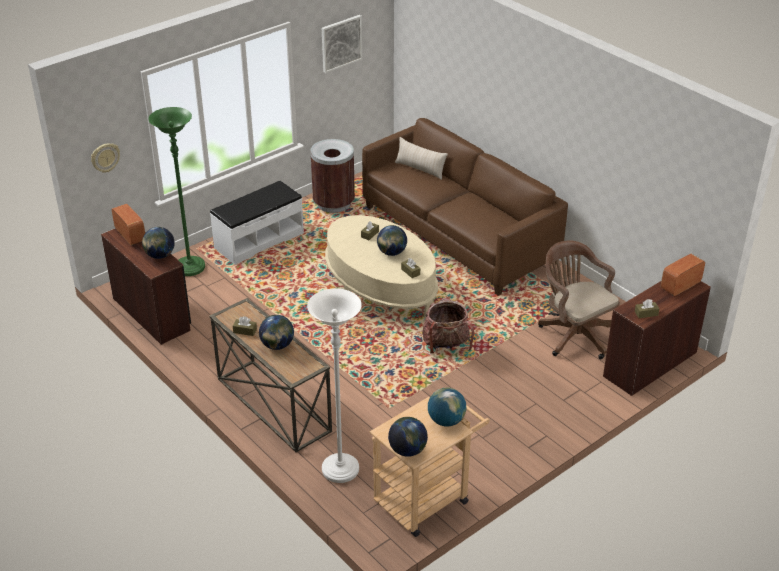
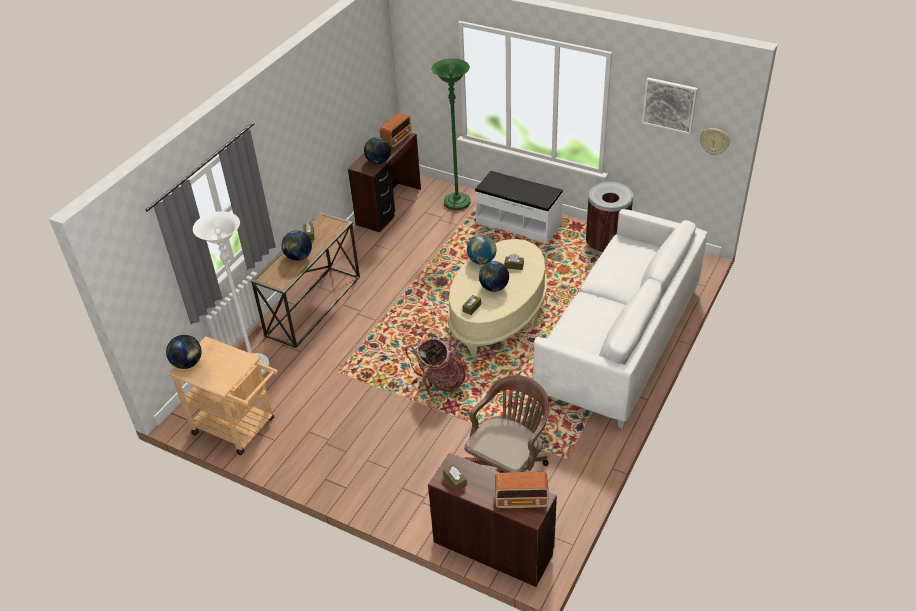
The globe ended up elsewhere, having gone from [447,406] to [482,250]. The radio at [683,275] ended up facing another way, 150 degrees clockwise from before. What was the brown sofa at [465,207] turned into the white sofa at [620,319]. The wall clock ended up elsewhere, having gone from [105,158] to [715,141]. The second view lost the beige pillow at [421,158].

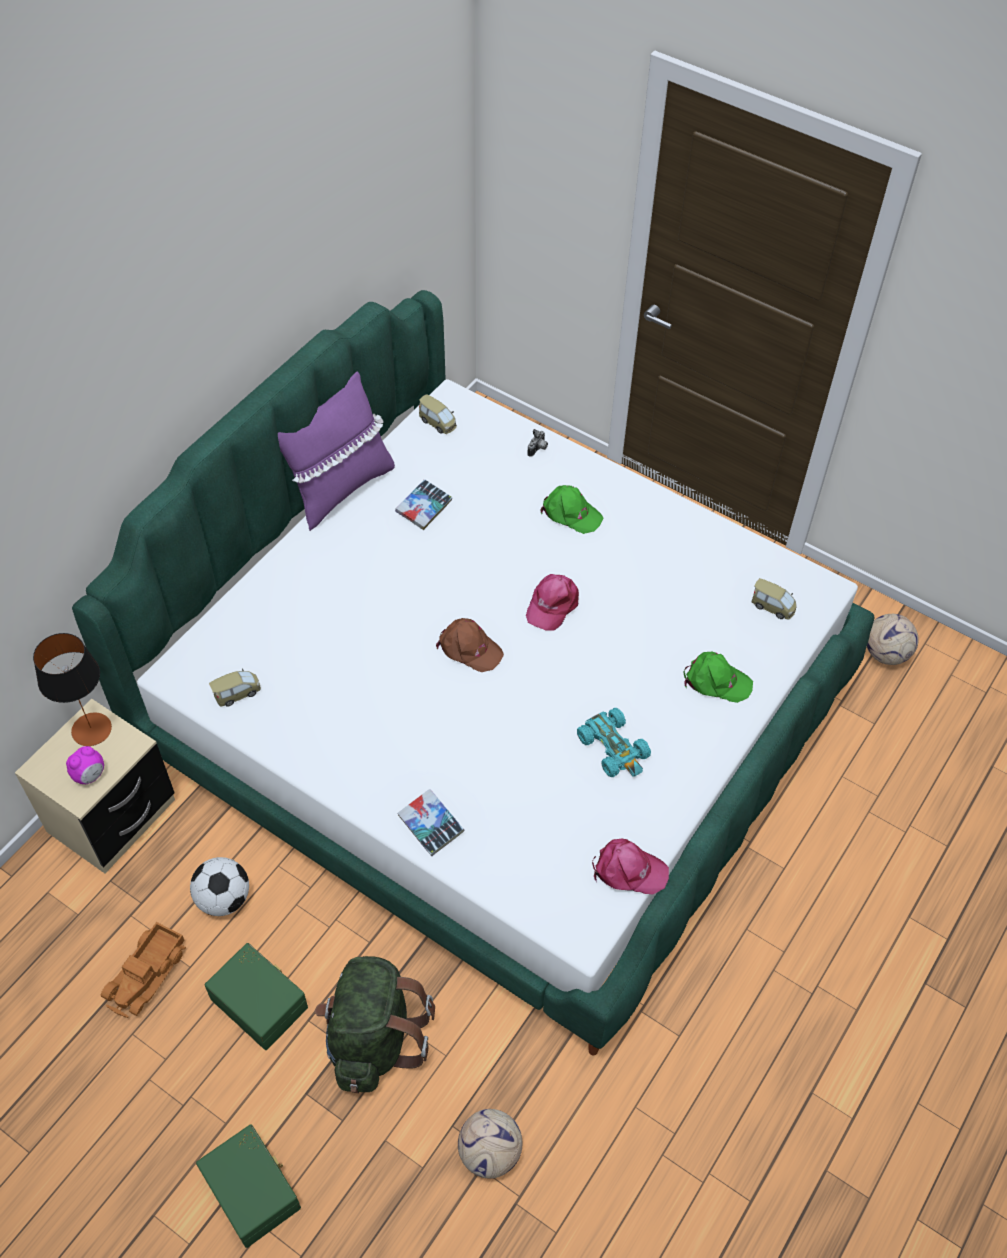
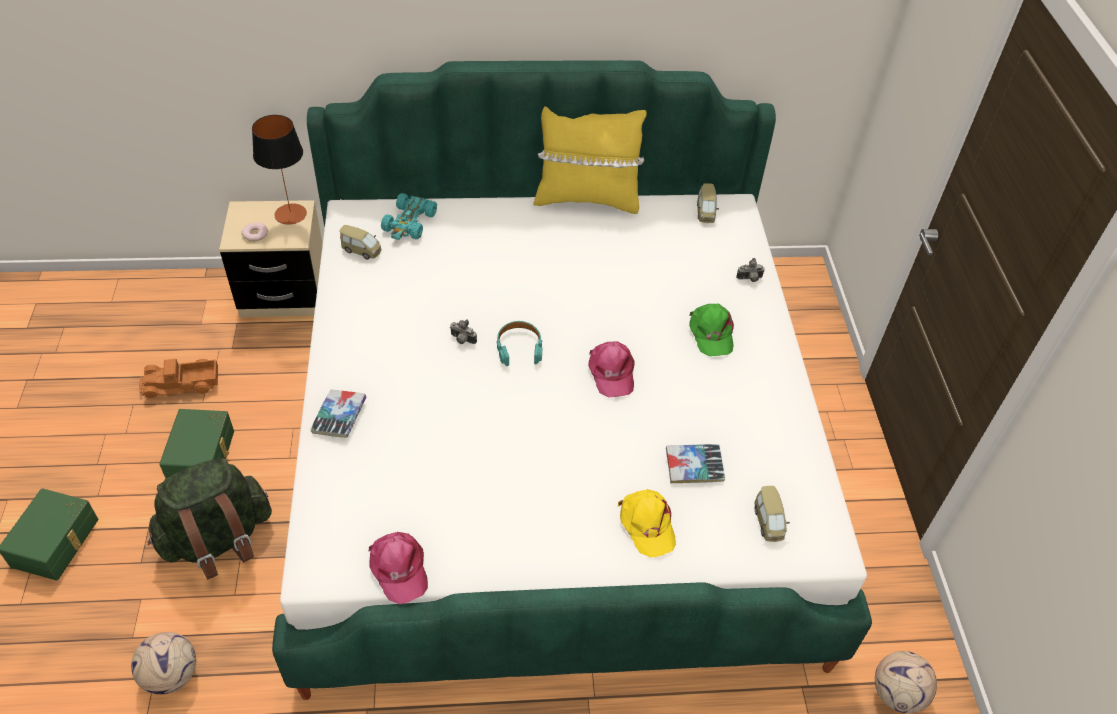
Where the alarm clock stood at [85,765], the donut came to stand at [254,231]. The turquoise toy car ended up elsewhere, having gone from [614,742] to [409,216]. The second view gained the photo camera at [463,331]. Where the brown cap stood at [470,645], the turquoise headphones came to stand at [519,343]. What was the purple pillow at [336,451] turned into the yellow pillow at [590,160]. The pink cap at [552,602] ended up facing another way, 90 degrees counterclockwise from before. What was the green cap at [718,677] turned into the yellow cap at [646,523]. The book ended up elsewhere, having gone from [423,504] to [695,464]. The second view lost the football at [219,886].

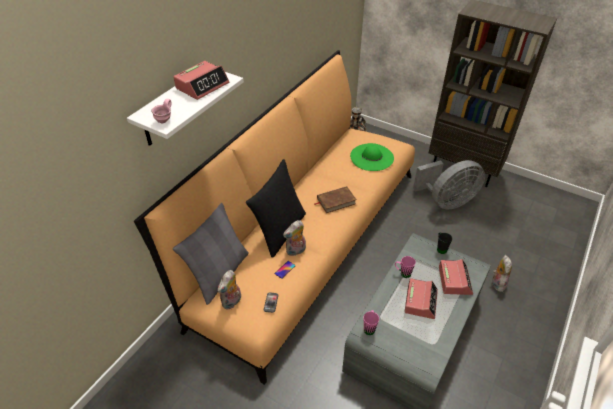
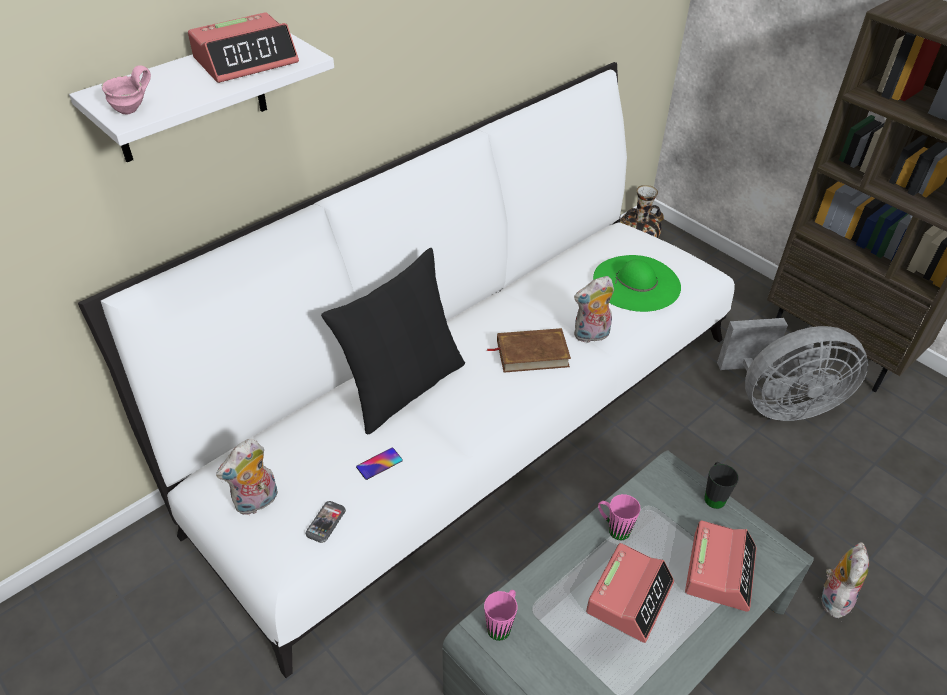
What was the orange sofa at [274,217] turned into the white sofa at [406,370]. The plush toy ended up elsewhere, having gone from [294,238] to [594,309]. The second view lost the grey pillow at [211,254].

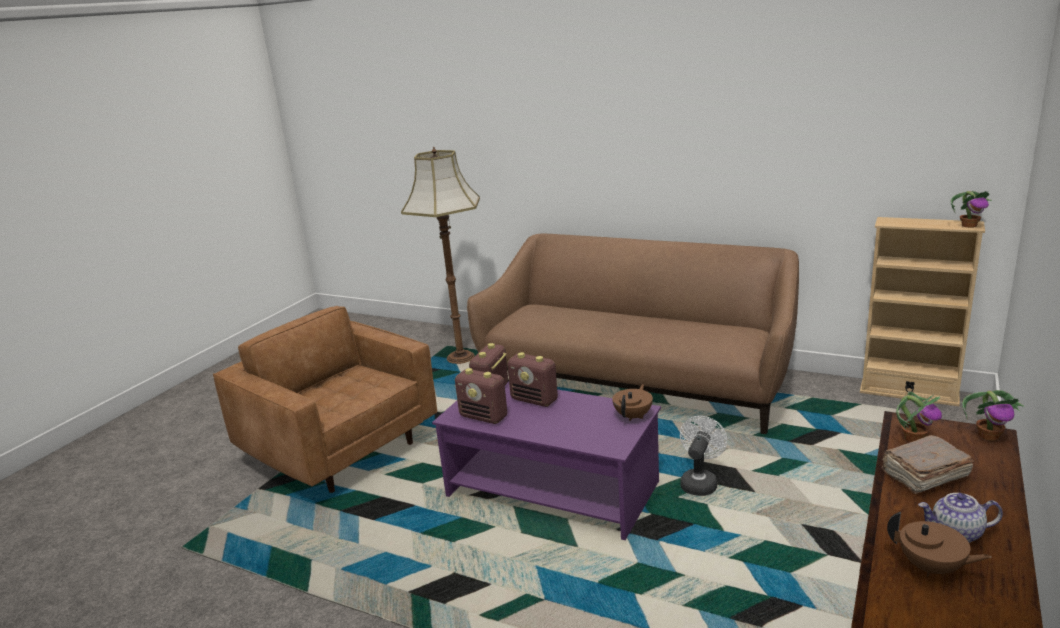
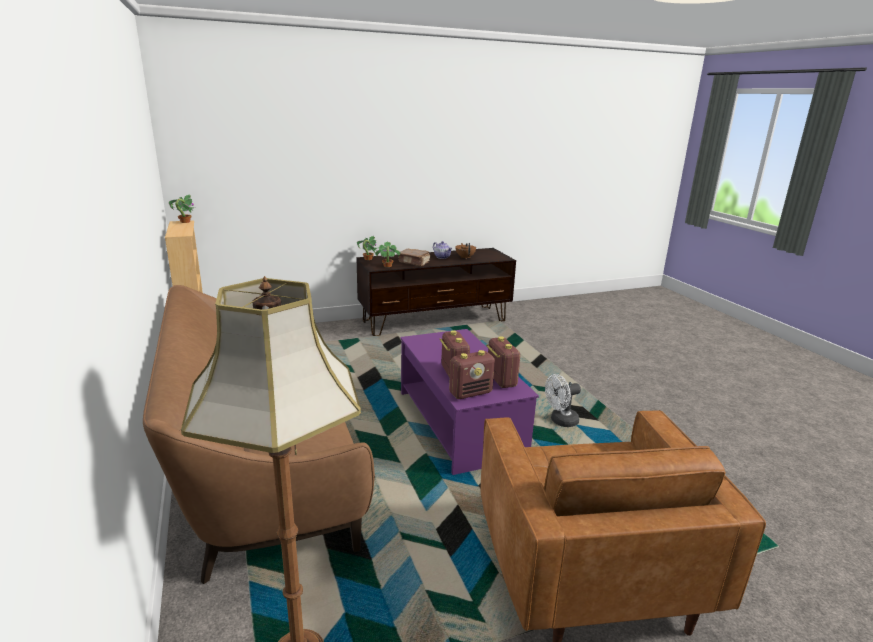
The white fan ended up elsewhere, having gone from [703,456] to [563,400]. The second view lost the brown teapot at [632,402].

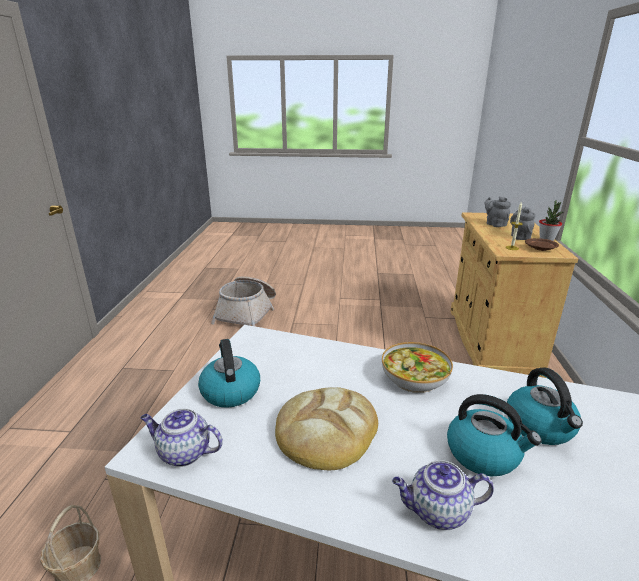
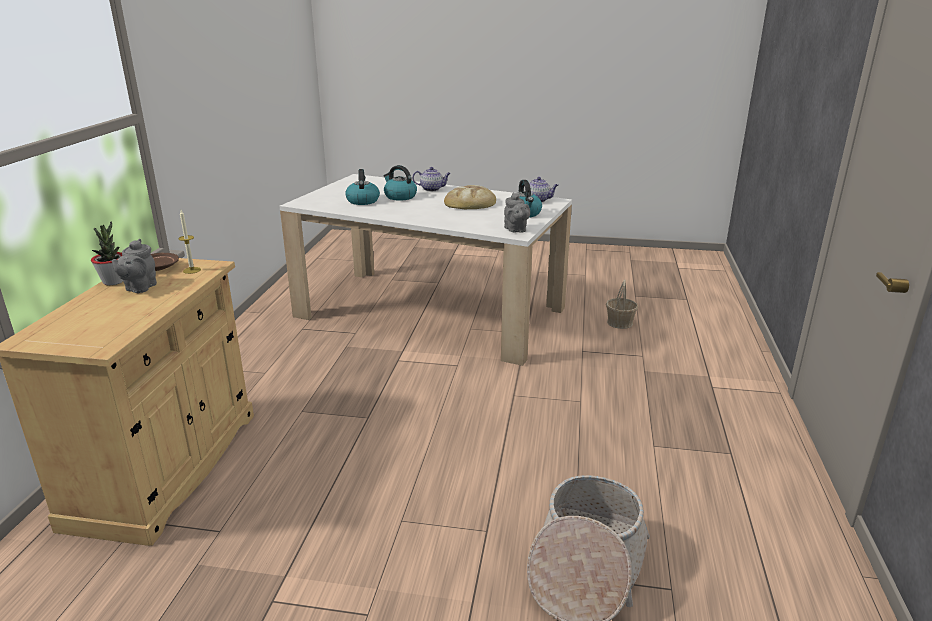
The grey teapot ended up elsewhere, having gone from [498,211] to [517,212]. The second view lost the bowl at [417,367].

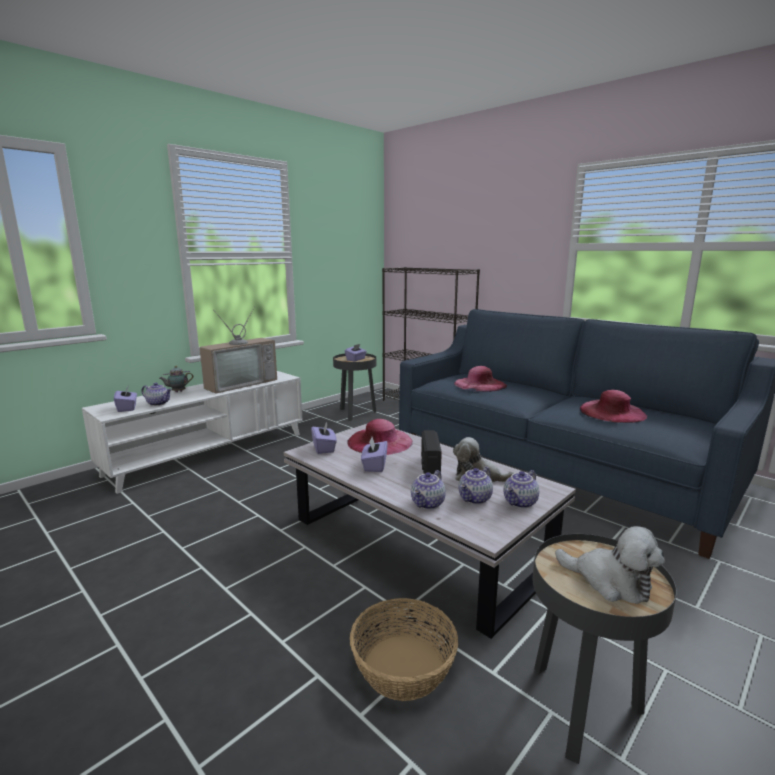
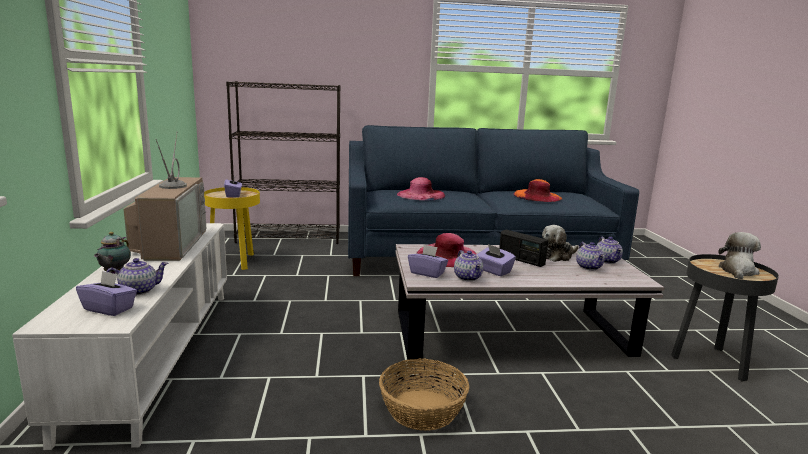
What was the black side table at [354,387] turned into the yellow side table at [232,228]. The basket ended up elsewhere, having gone from [404,649] to [424,395]. The teapot ended up elsewhere, having gone from [428,490] to [468,265]. What was the pink hat at [613,406] turned into the orange hat at [537,190]. The plush toy at [610,565] ended up facing another way, 45 degrees counterclockwise from before.

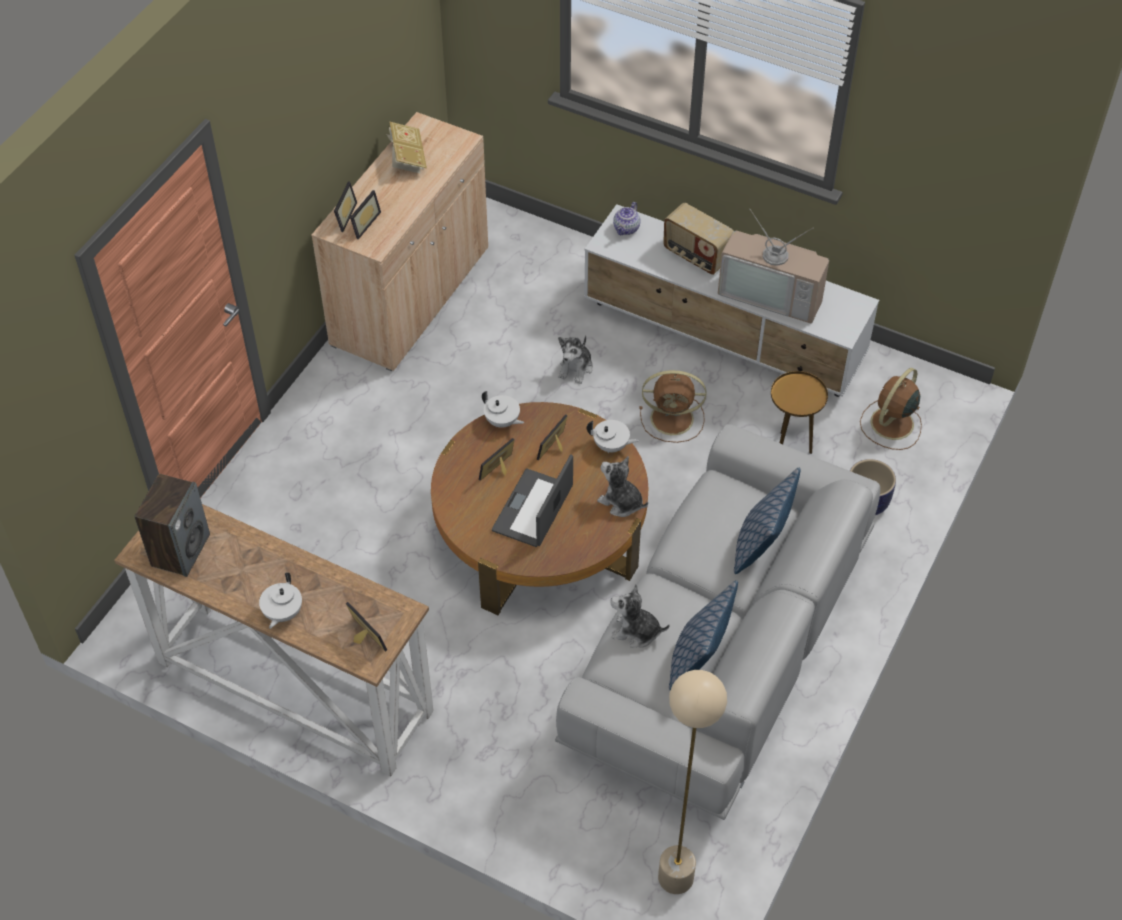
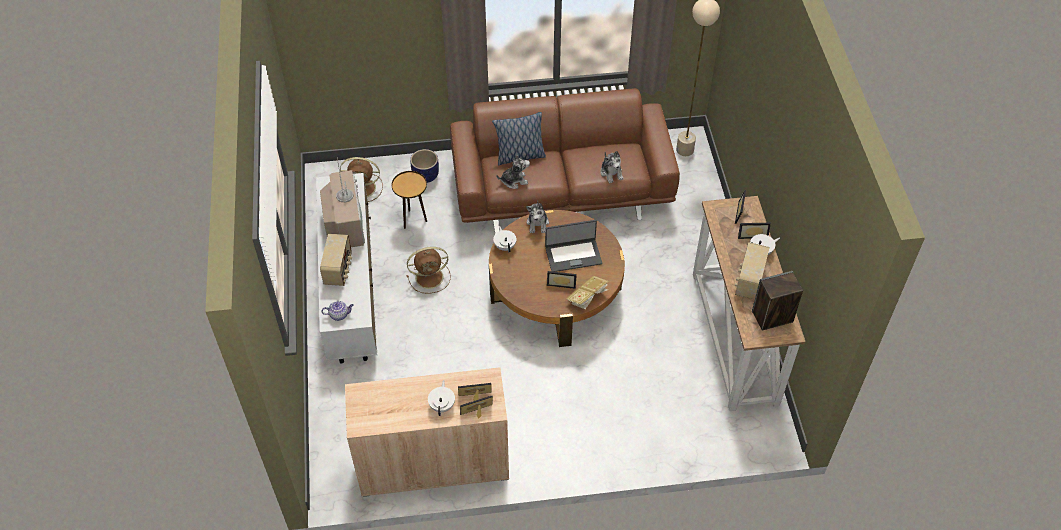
The brown fan at [673,406] ended up facing another way, 105 degrees clockwise from before. The white teapot ended up elsewhere, having gone from [503,409] to [441,398]. What was the grey sofa at [717,622] turned into the brown sofa at [565,161]. The plush toy ended up elsewhere, having gone from [575,359] to [513,172]. The book ended up elsewhere, having gone from [407,147] to [587,292]. The second view gained the radio at [752,271]. The picture frame ended up elsewhere, having gone from [552,437] to [754,231]. The second view lost the pillow at [703,635].

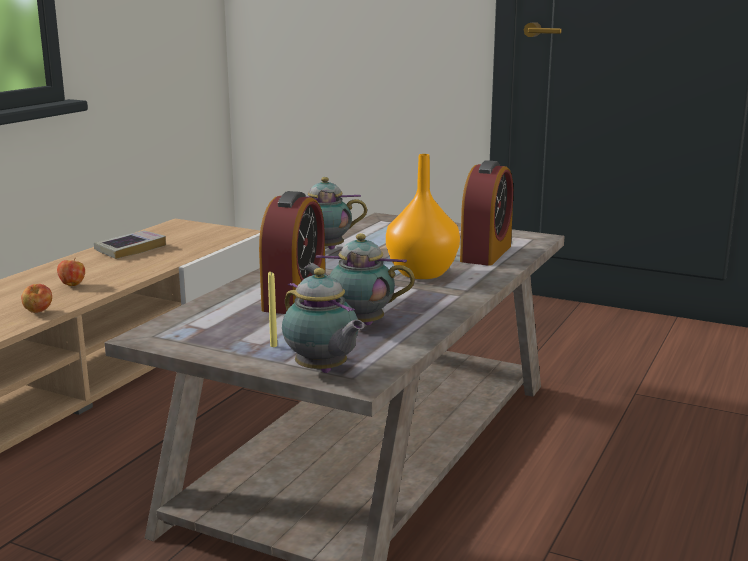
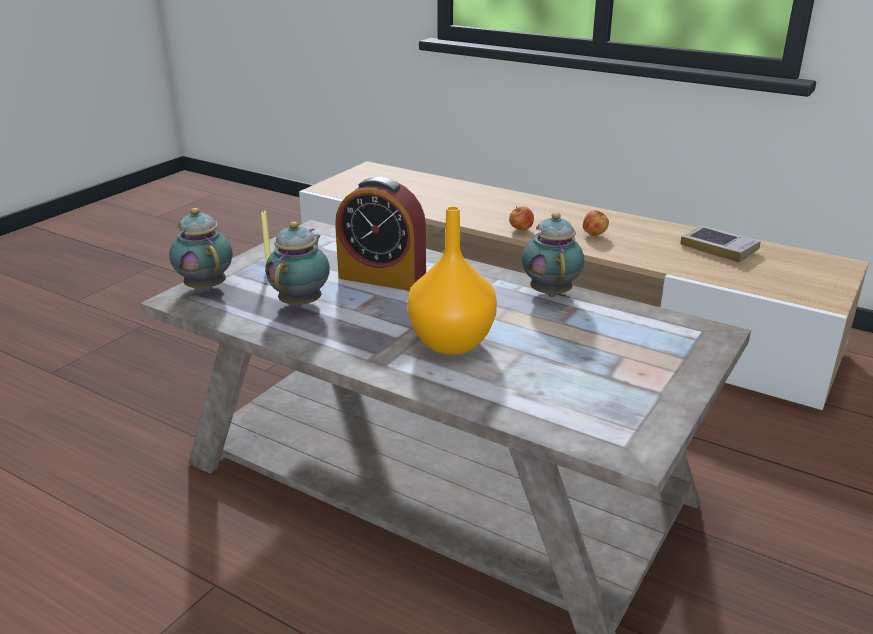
The teapot at [323,320] ended up facing another way, 90 degrees clockwise from before. The second view lost the alarm clock at [486,213].

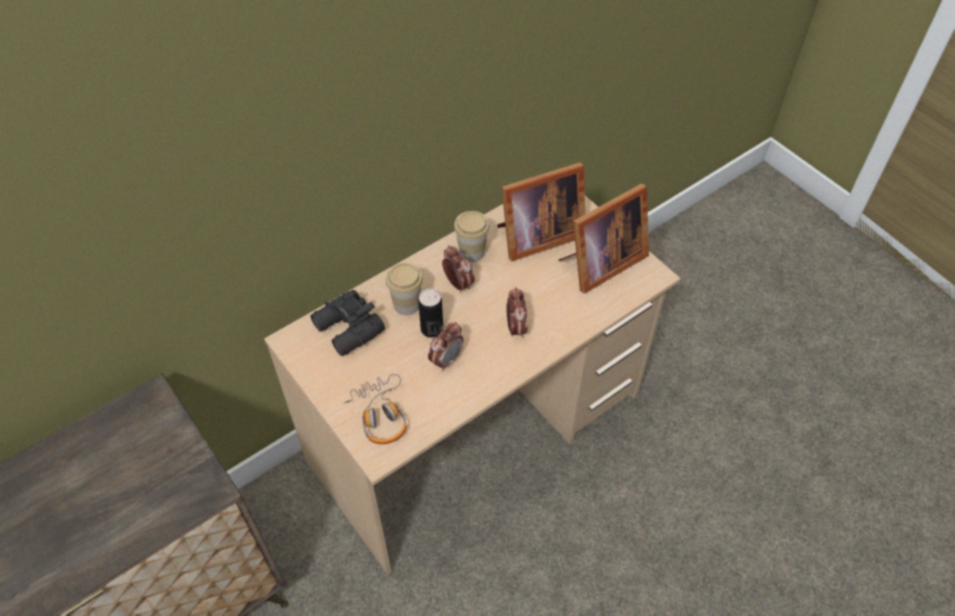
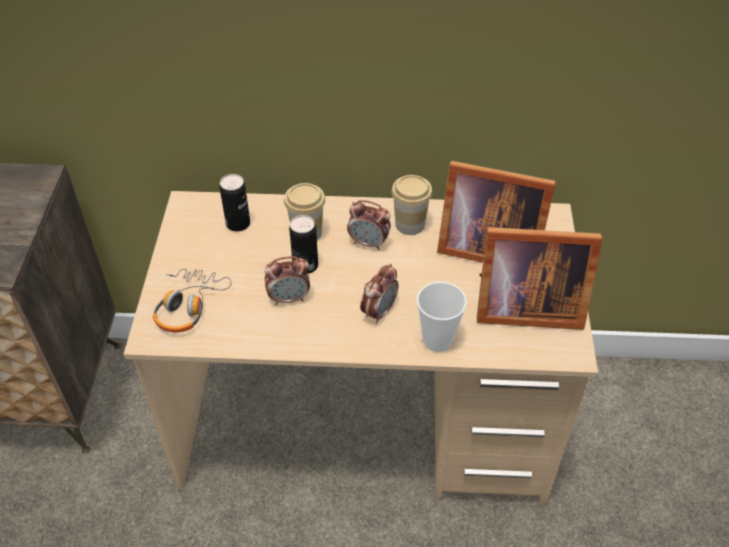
Where the black binoculars stood at [347,323], the can came to stand at [235,203]. The alarm clock at [458,268] ended up facing another way, 105 degrees clockwise from before. The second view gained the cup at [442,317].

